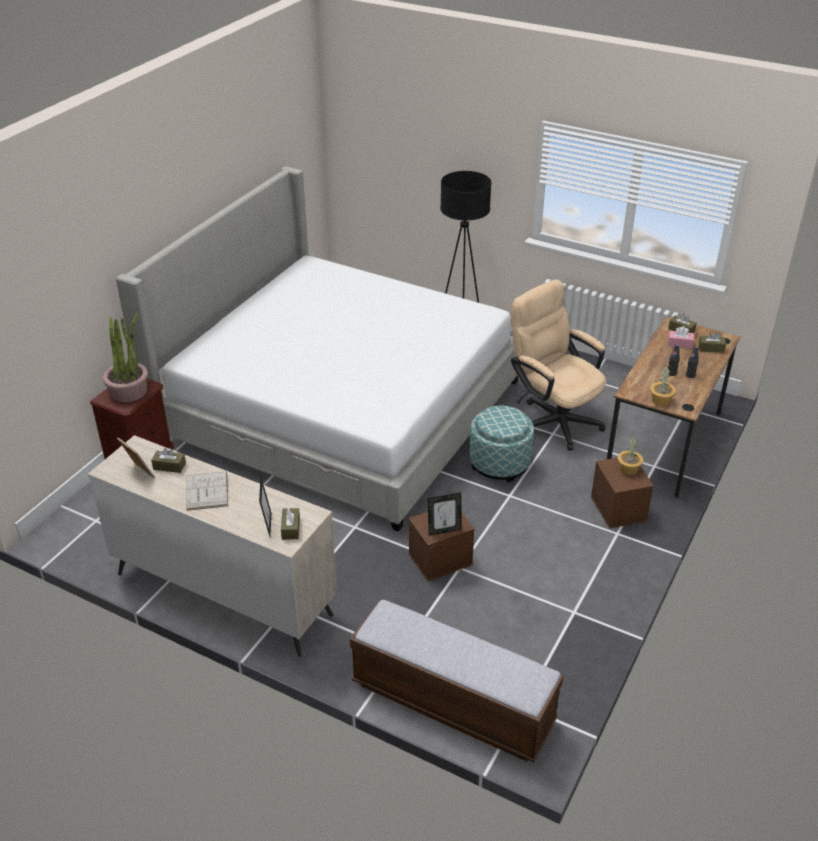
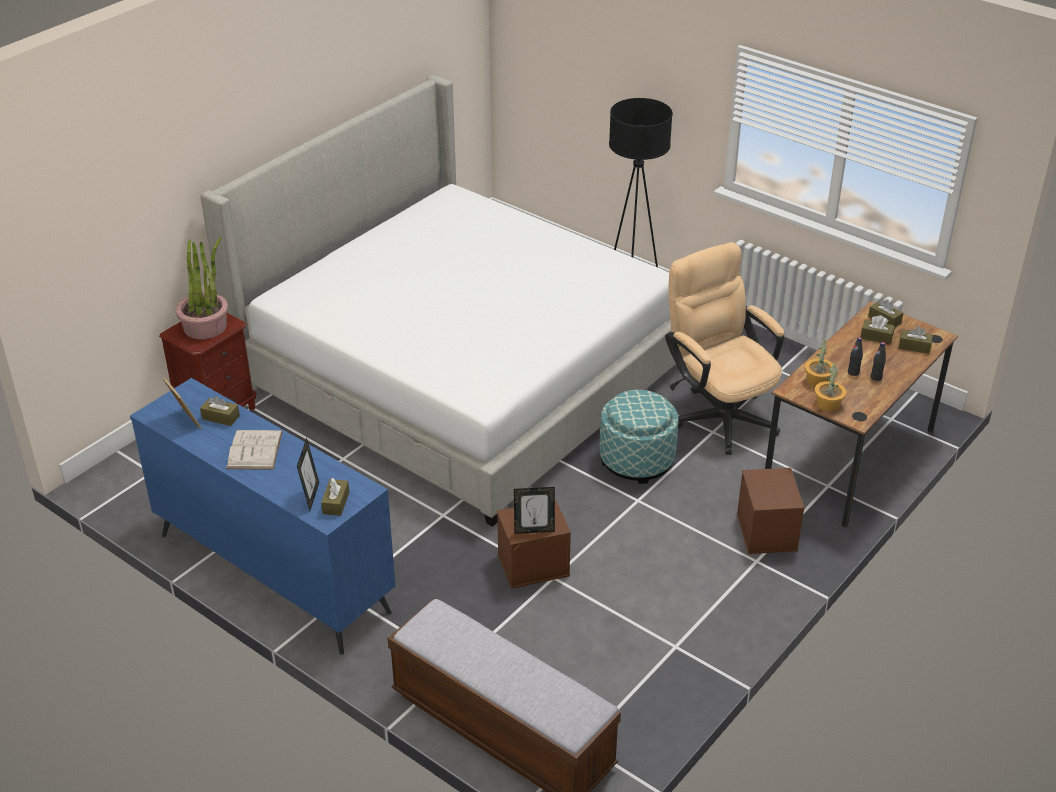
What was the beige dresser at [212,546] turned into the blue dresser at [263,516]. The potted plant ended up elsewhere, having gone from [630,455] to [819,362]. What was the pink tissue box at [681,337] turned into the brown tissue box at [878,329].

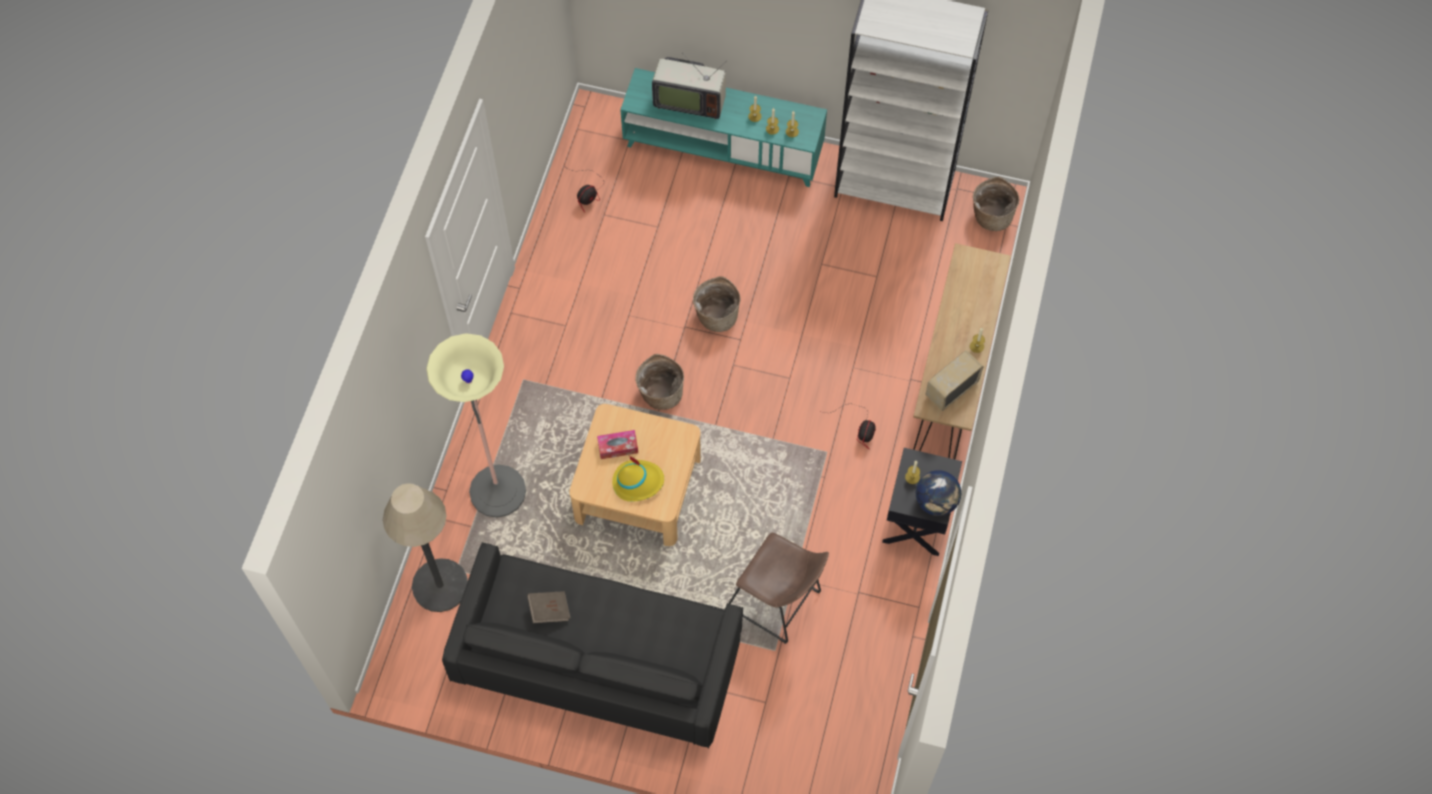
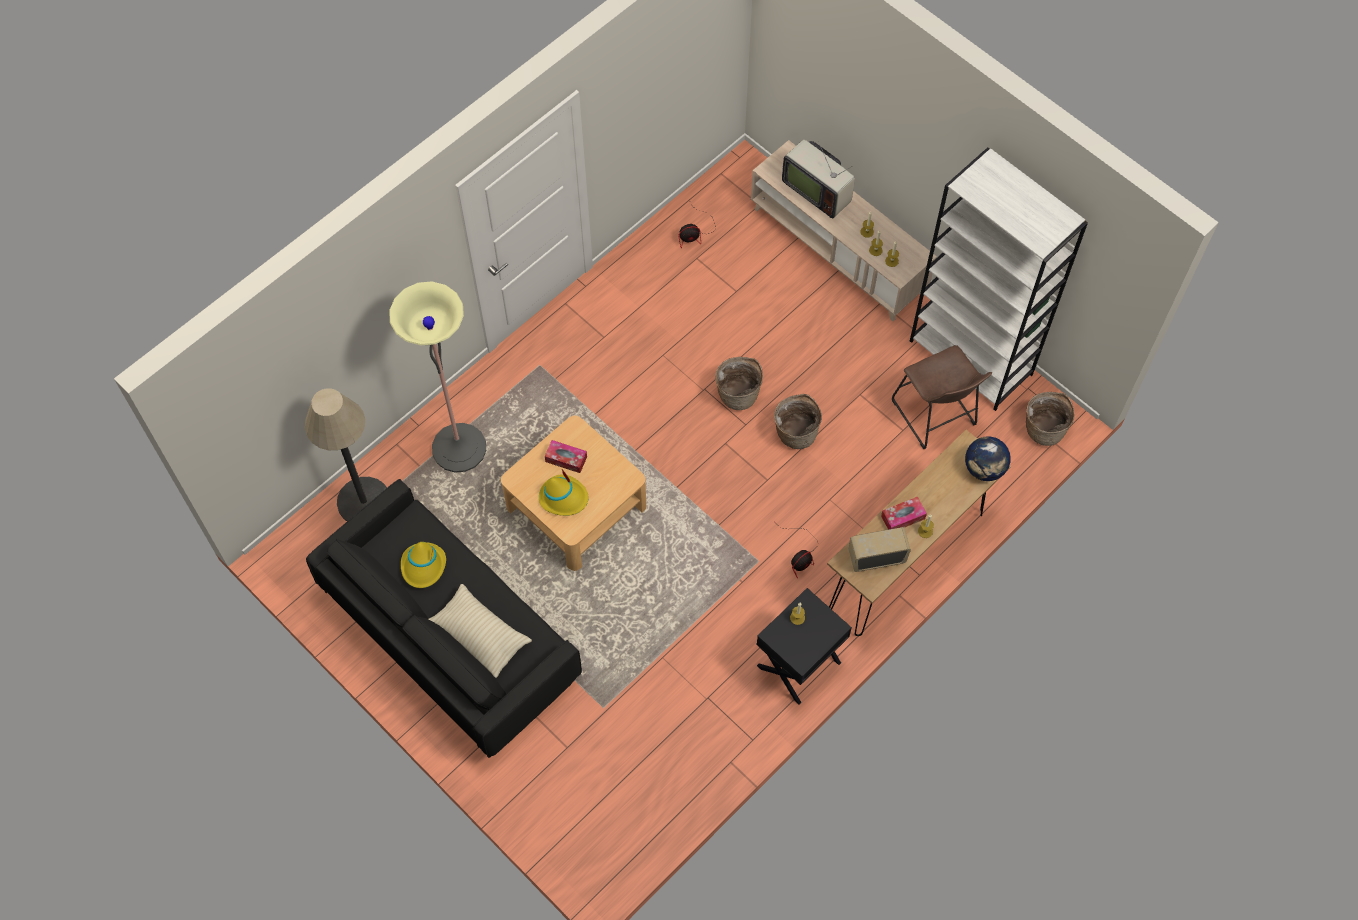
Where the brown book stood at [548,607], the yellow hat came to stand at [423,565]. The second view gained the beige pillow at [480,631]. What was the turquoise tv stand at [723,127] turned into the beige tv stand at [844,230]. The basket ended up elsewhere, having gone from [659,382] to [798,421]. The second view gained the tissue box at [904,513]. The brown stool ended up elsewhere, having gone from [778,588] to [942,397]. The globe ended up elsewhere, having gone from [938,493] to [988,458].

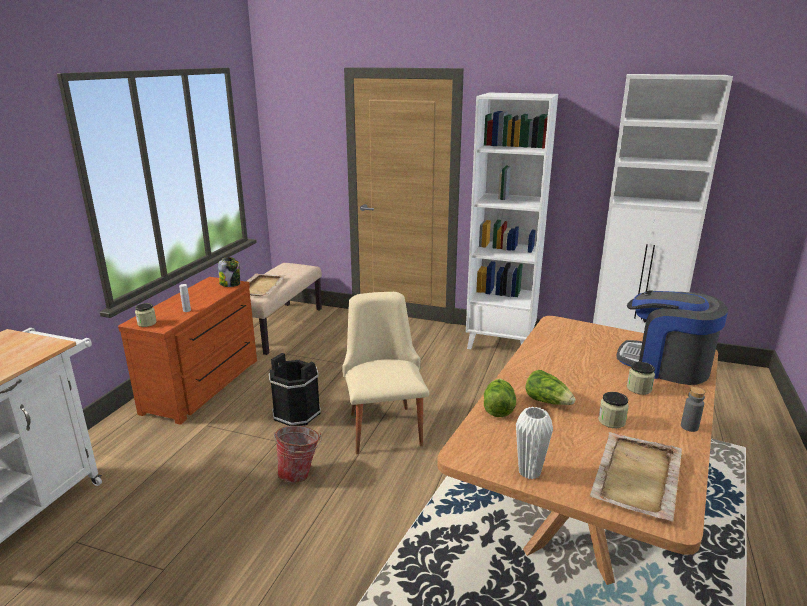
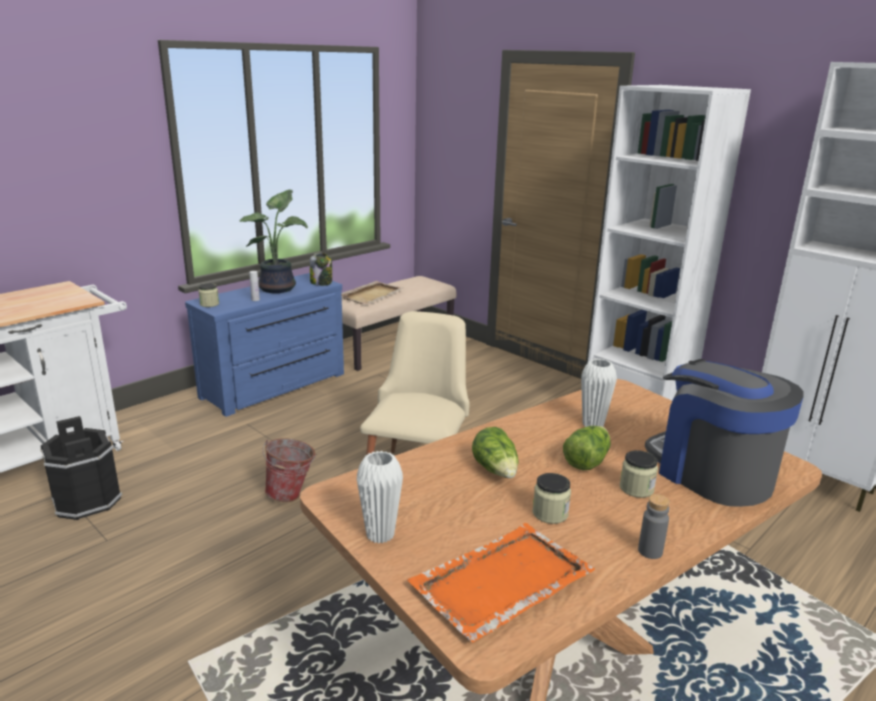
The black bucket ended up elsewhere, having gone from [295,389] to [81,468]. What was the brown dresser at [187,351] turned into the blue dresser at [264,345]. The second view gained the potted plant at [273,241]. What was the beige tray at [636,476] turned into the orange tray at [501,582]. The lettuce ended up elsewhere, having gone from [500,398] to [587,448]. The second view gained the white vase at [599,393].

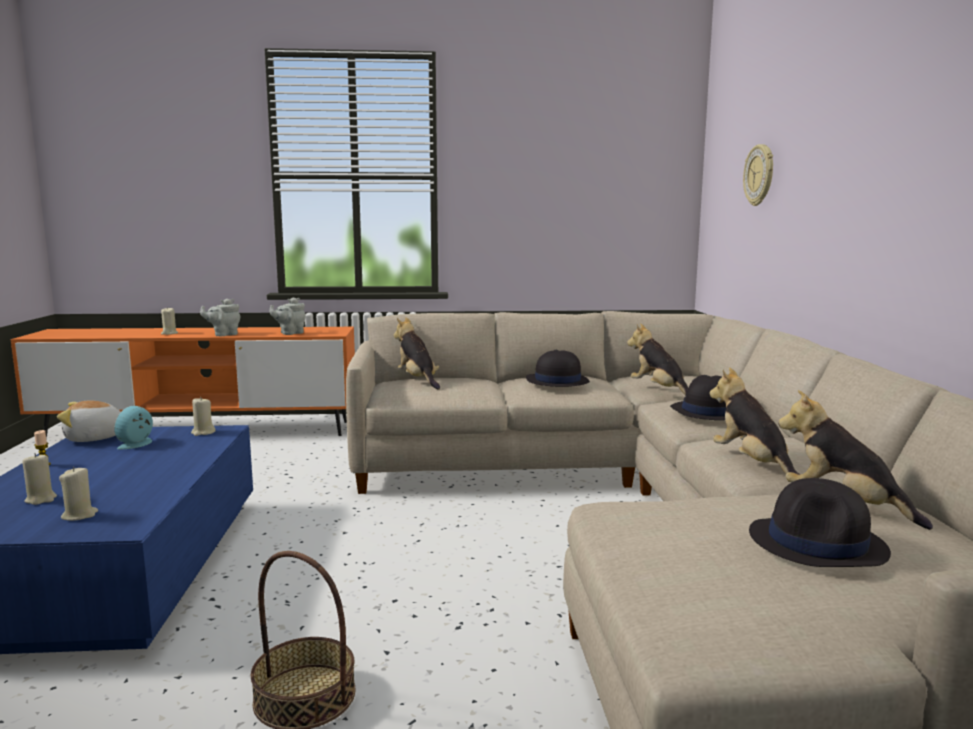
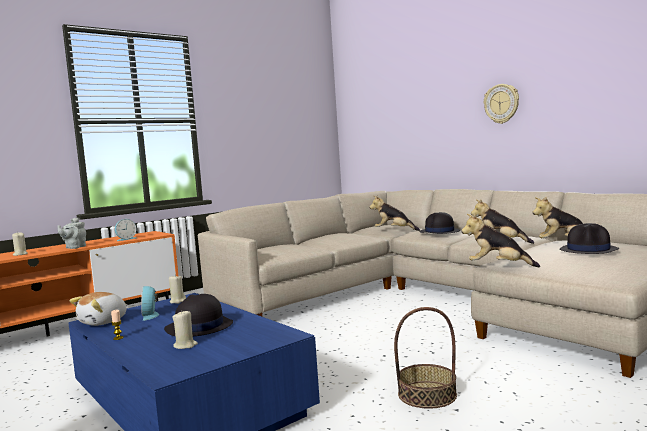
Where the grey teapot stood at [287,316], the alarm clock came to stand at [126,230]. The black hat ended up elsewhere, having gone from [558,368] to [198,315]. The plush toy ended up elsewhere, having gone from [417,353] to [500,240]. The wall clock ended up elsewhere, having gone from [758,175] to [501,104]. The second view lost the beige candle at [78,494].

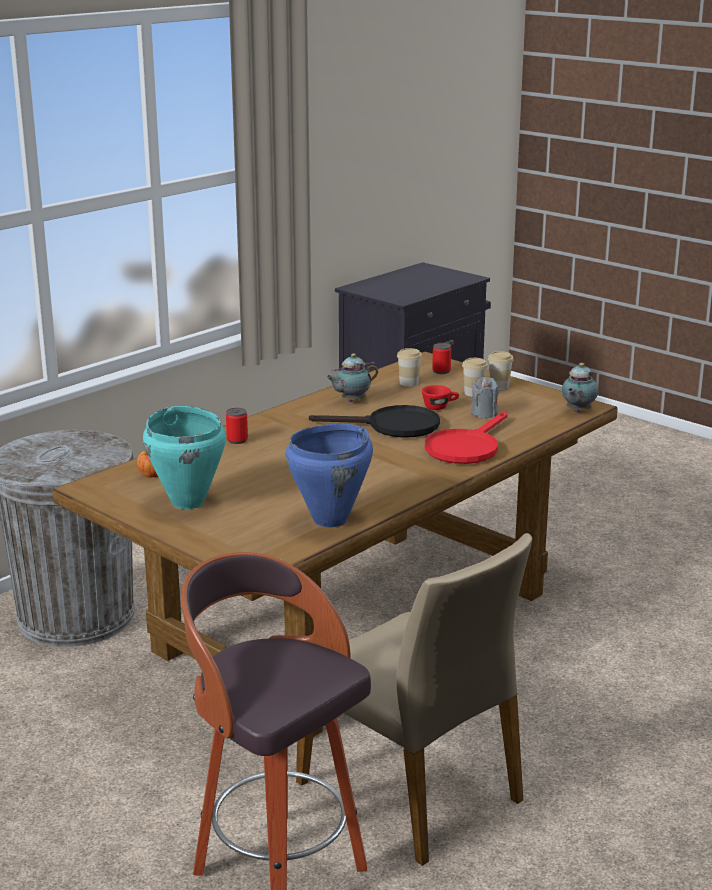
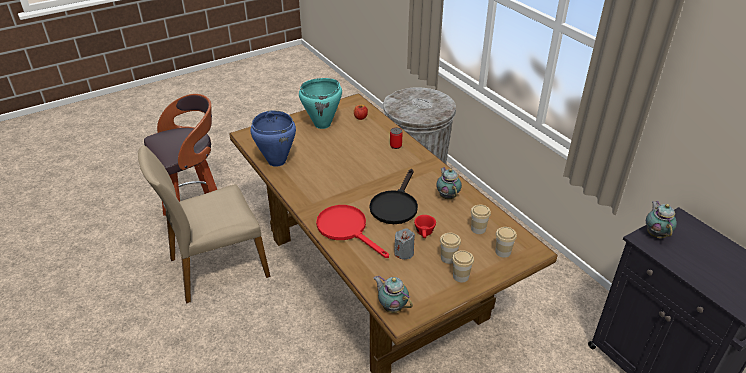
Where the can stood at [441,358], the cup came to stand at [506,242]. The second view gained the teapot at [661,219].

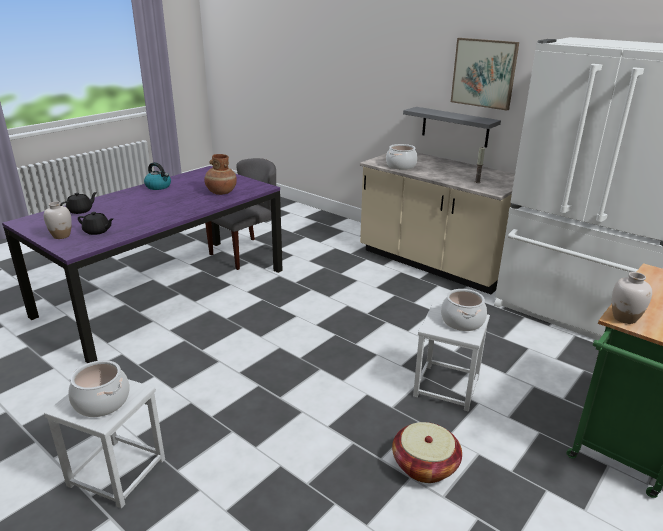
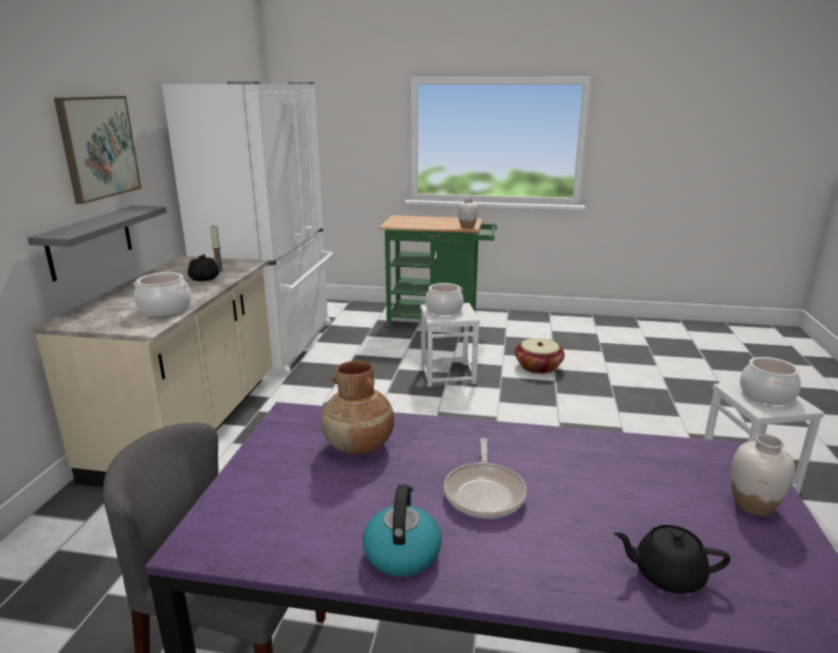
The black teapot ended up elsewhere, having gone from [95,223] to [203,267]. The second view gained the frying pan at [485,478].

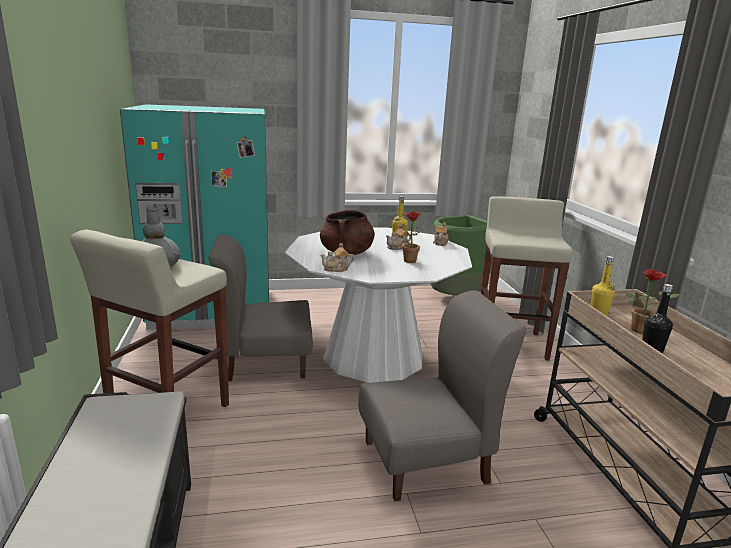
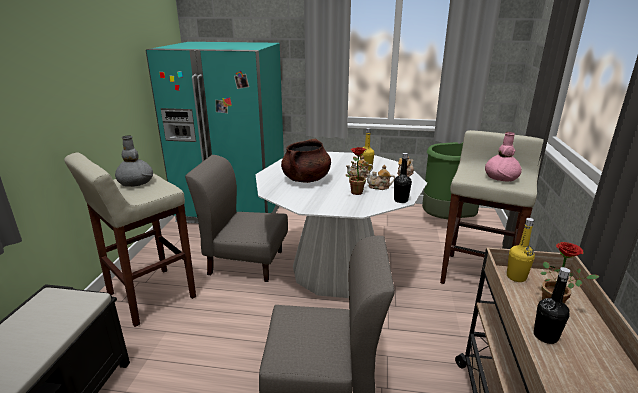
The teapot ended up elsewhere, having gone from [337,257] to [380,177]. The second view gained the black bottle at [403,178]. The second view gained the pink vase at [503,157].

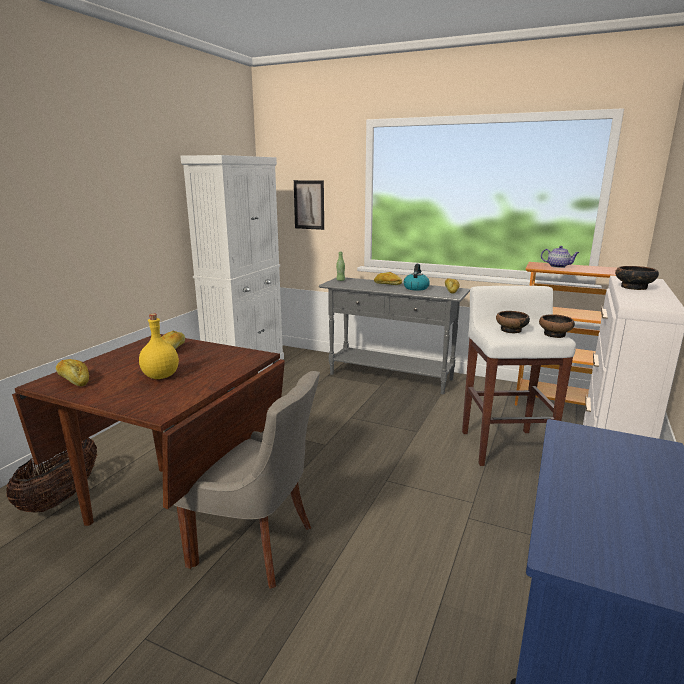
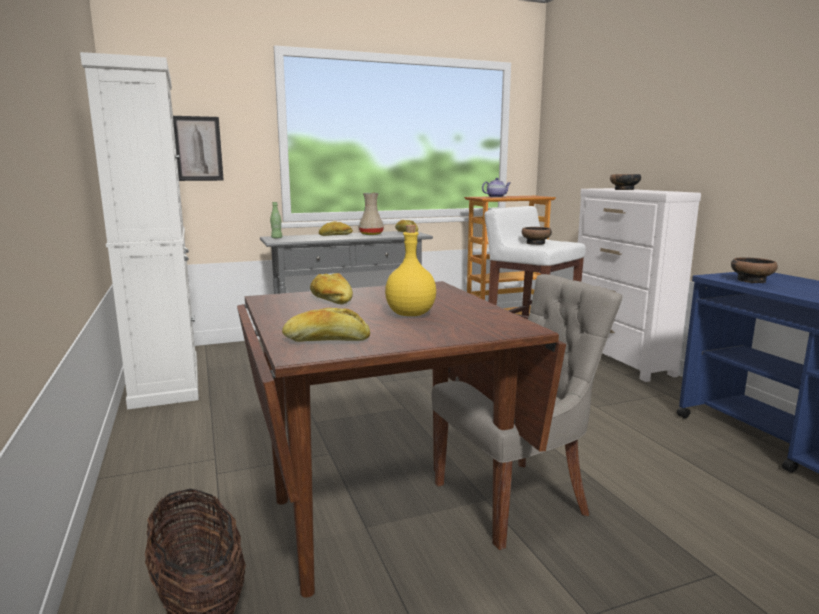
Where the kettle stood at [417,277], the beige vase came to stand at [371,214]. The bowl ended up elsewhere, having gone from [557,326] to [754,270].

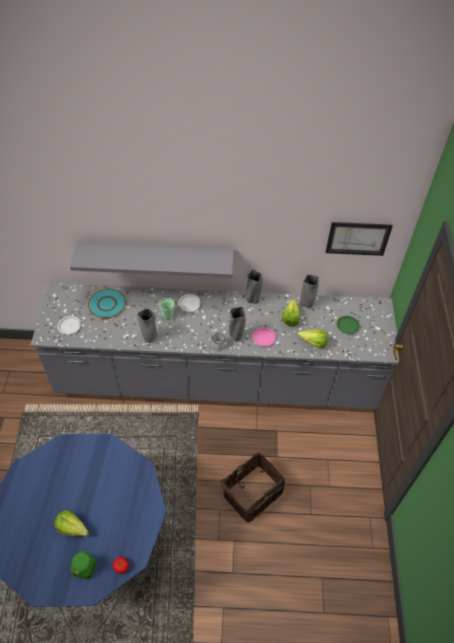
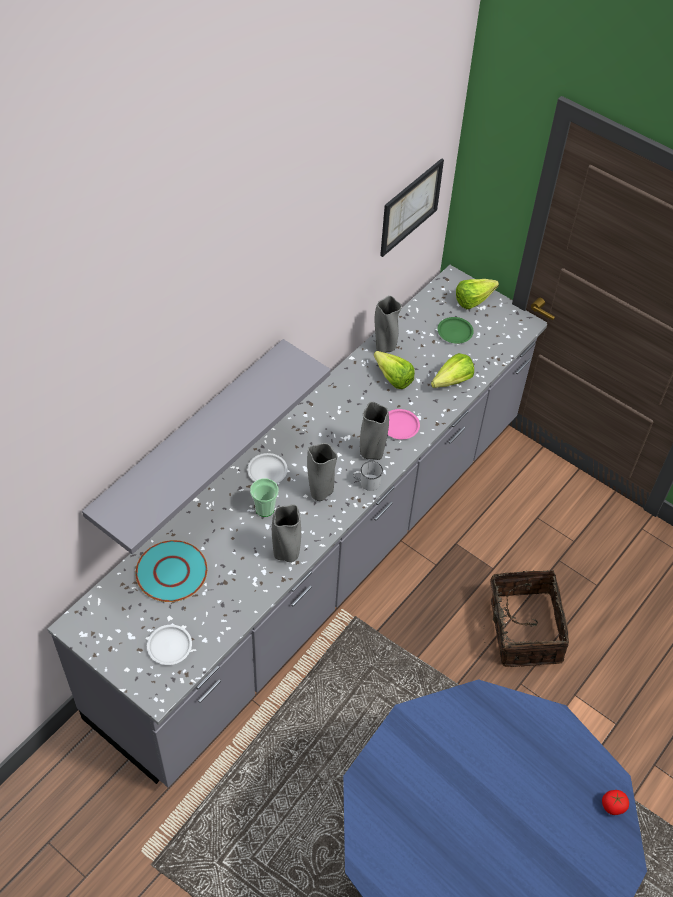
The grey vase ended up elsewhere, having gone from [254,286] to [322,472]. The lettuce ended up elsewhere, having gone from [71,523] to [477,294]. The second view lost the green jar at [84,564].

